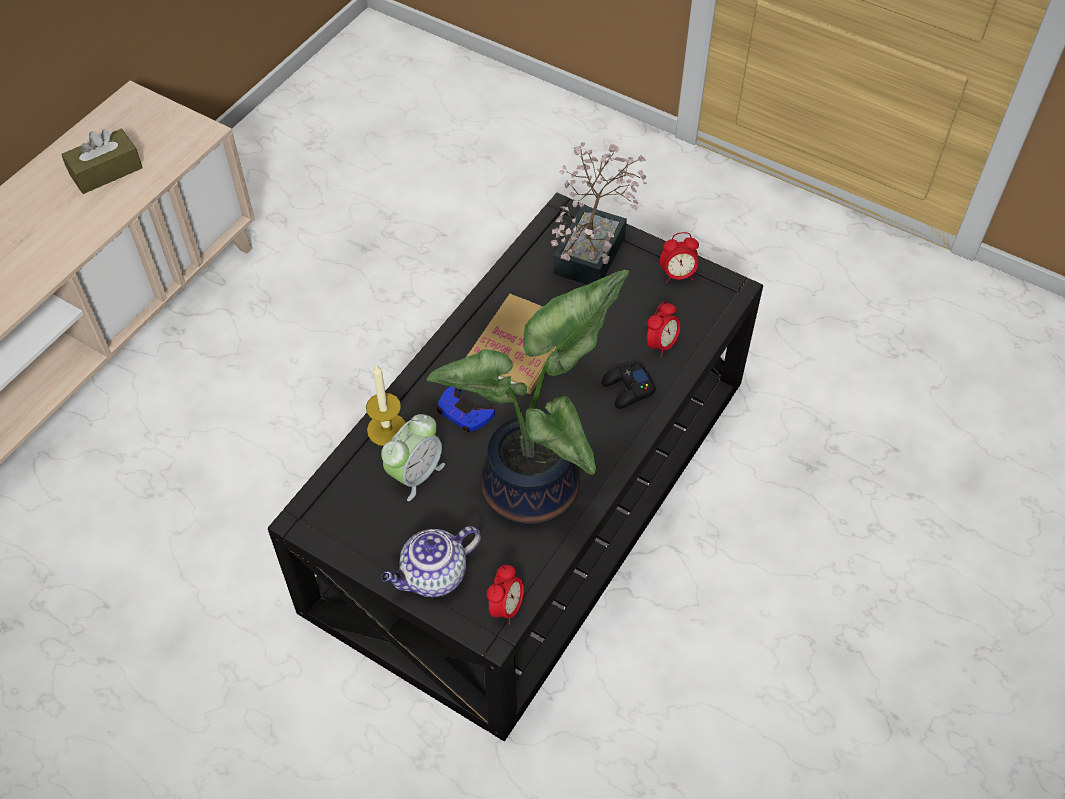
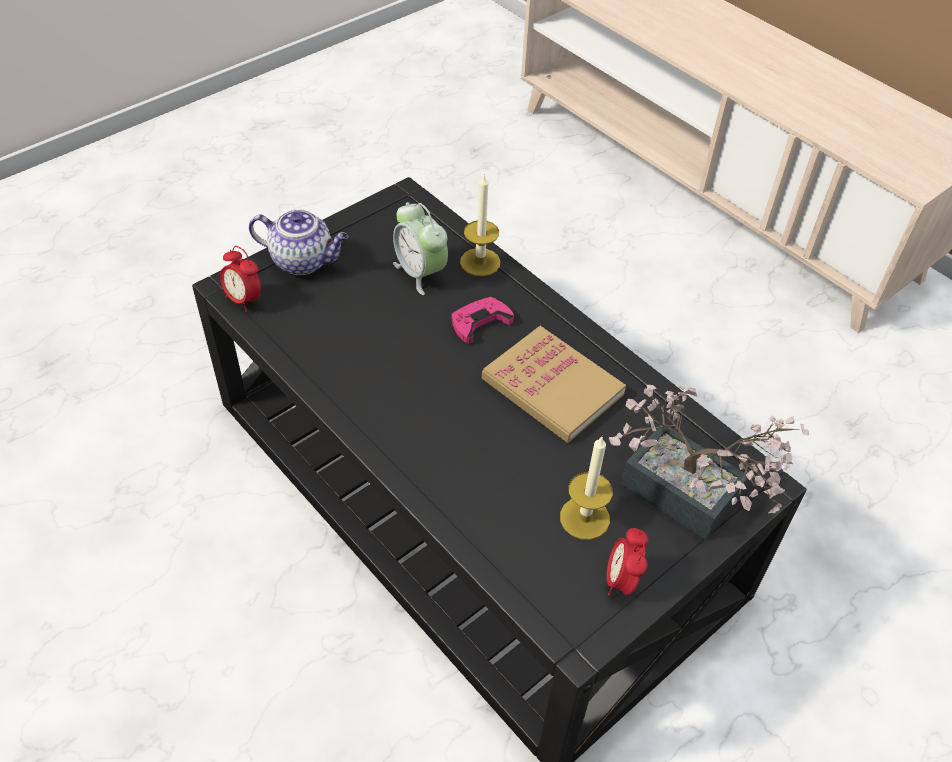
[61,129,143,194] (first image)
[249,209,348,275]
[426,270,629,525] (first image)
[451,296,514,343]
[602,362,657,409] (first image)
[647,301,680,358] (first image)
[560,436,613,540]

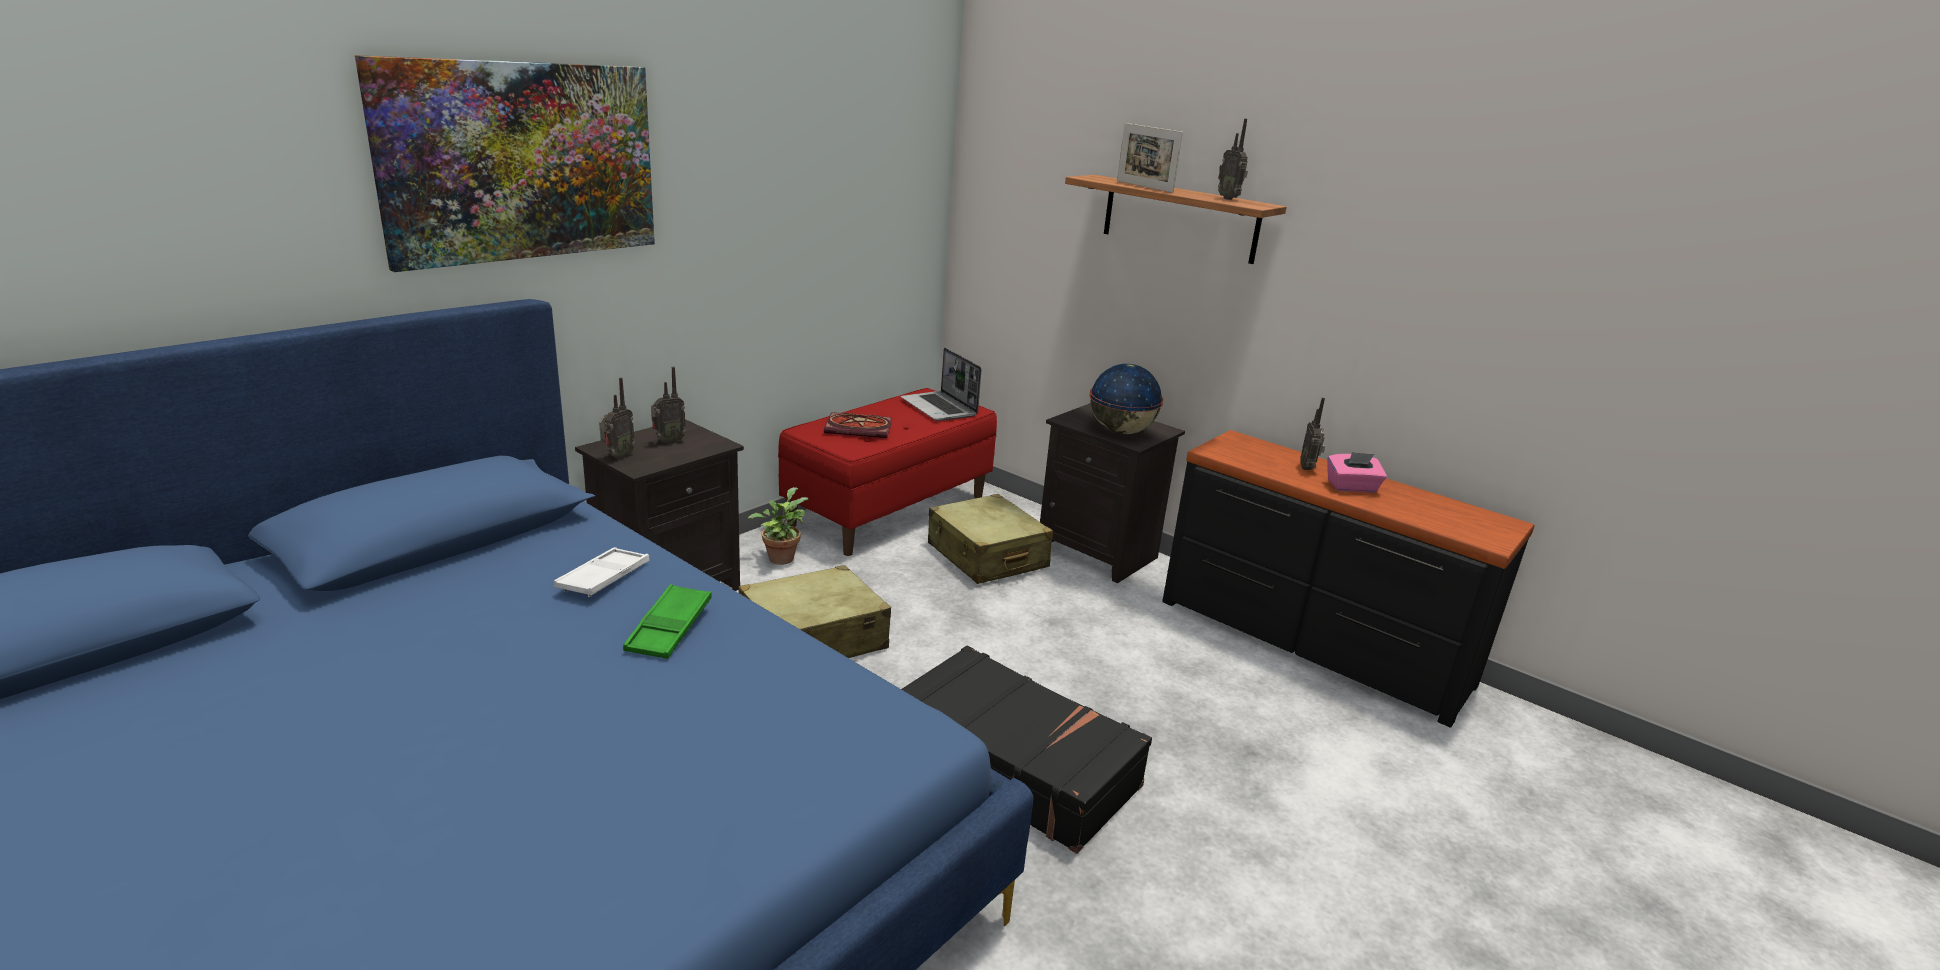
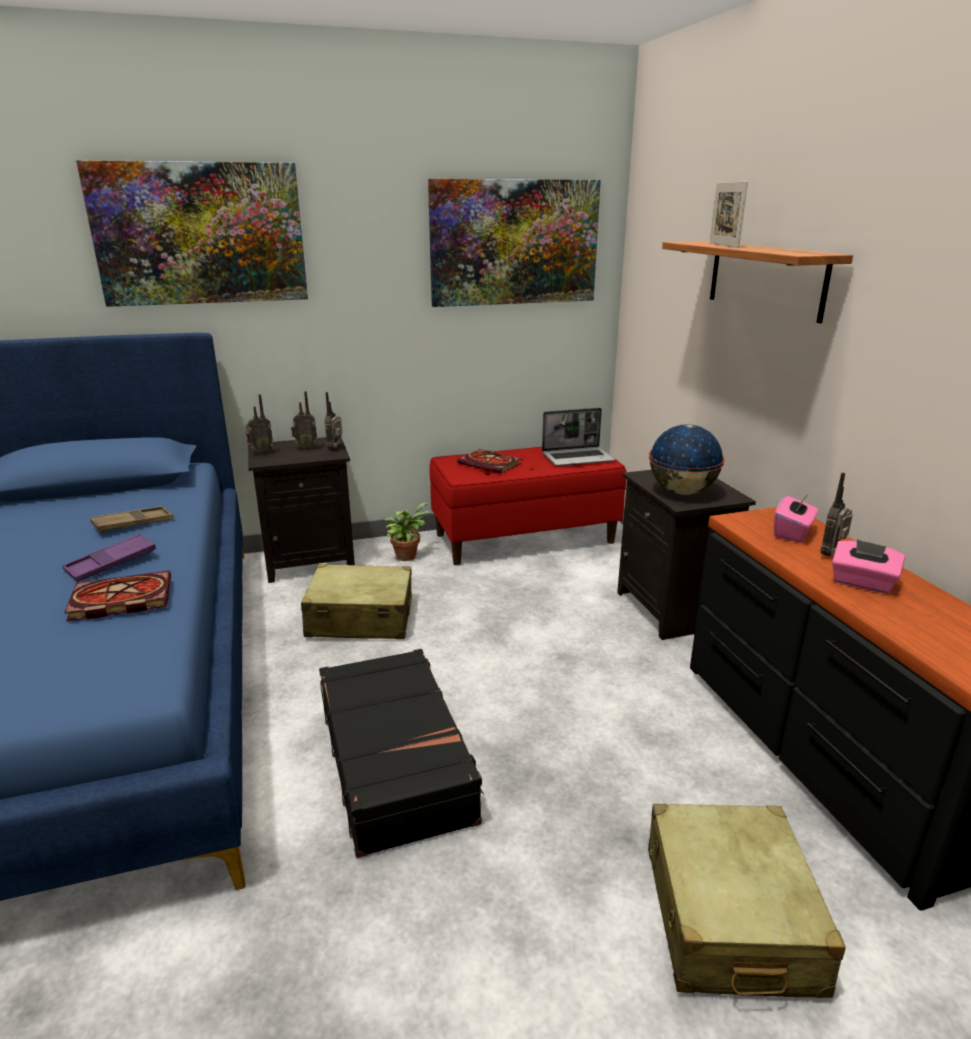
[90,506,174,533]
[62,534,156,582]
[542,408,615,466]
[648,804,846,998]
[325,392,342,450]
[64,570,171,622]
[428,179,601,307]
[774,493,818,543]

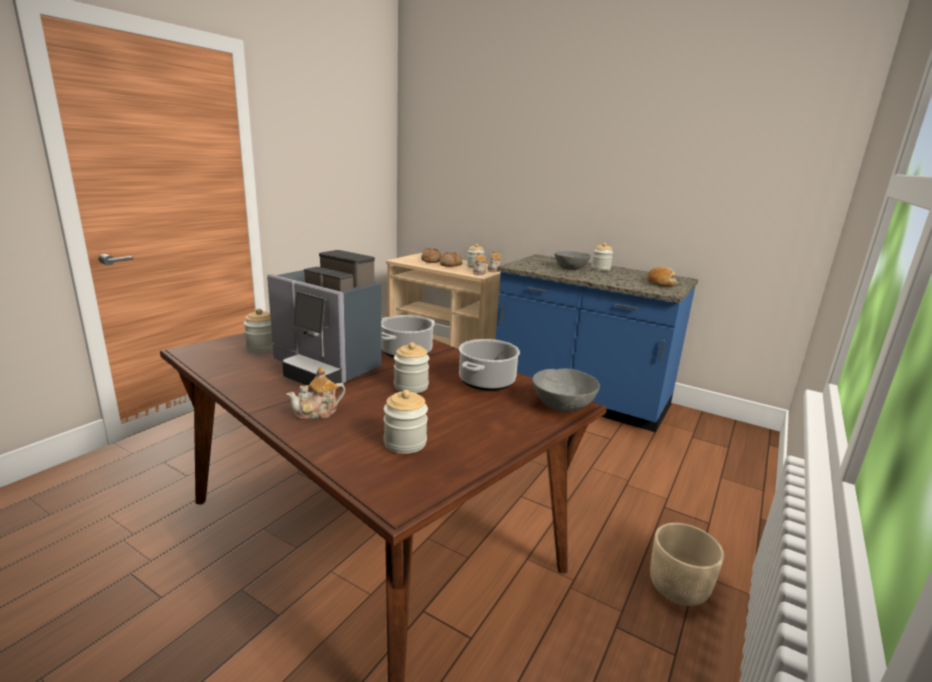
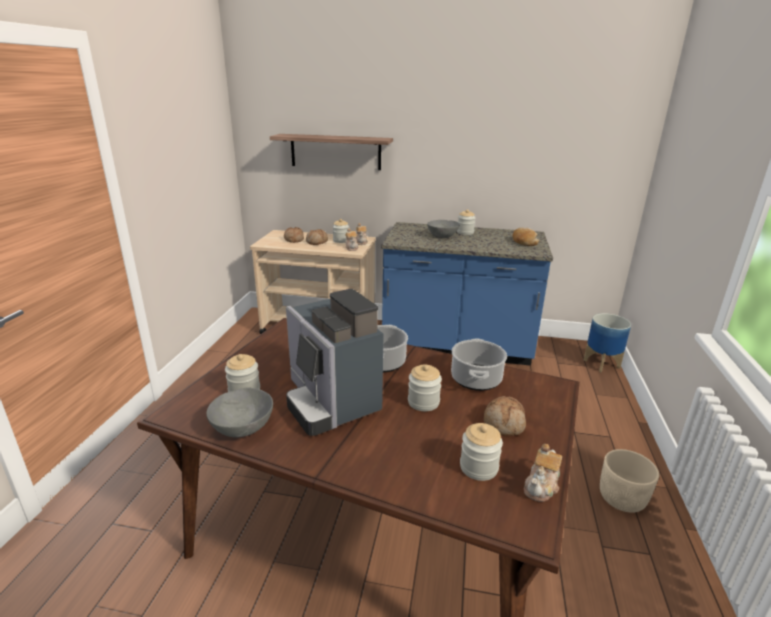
[286,289,384,436]
[524,444,562,502]
[206,388,273,437]
[270,134,393,170]
[484,396,526,437]
[583,313,631,373]

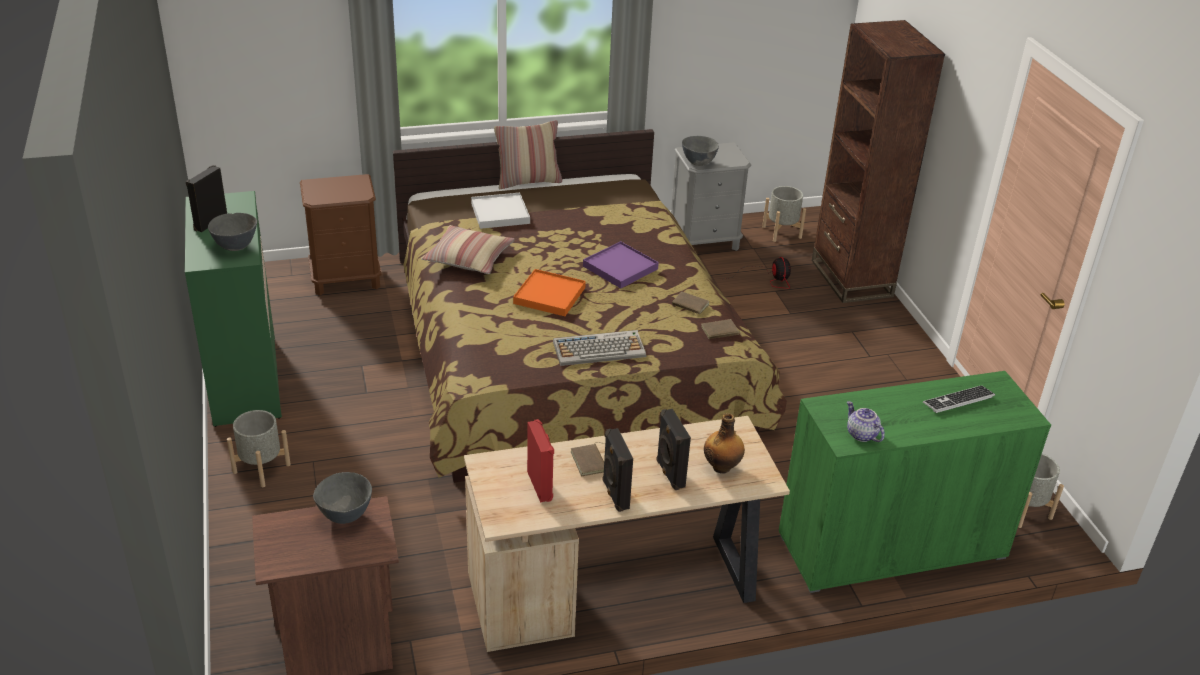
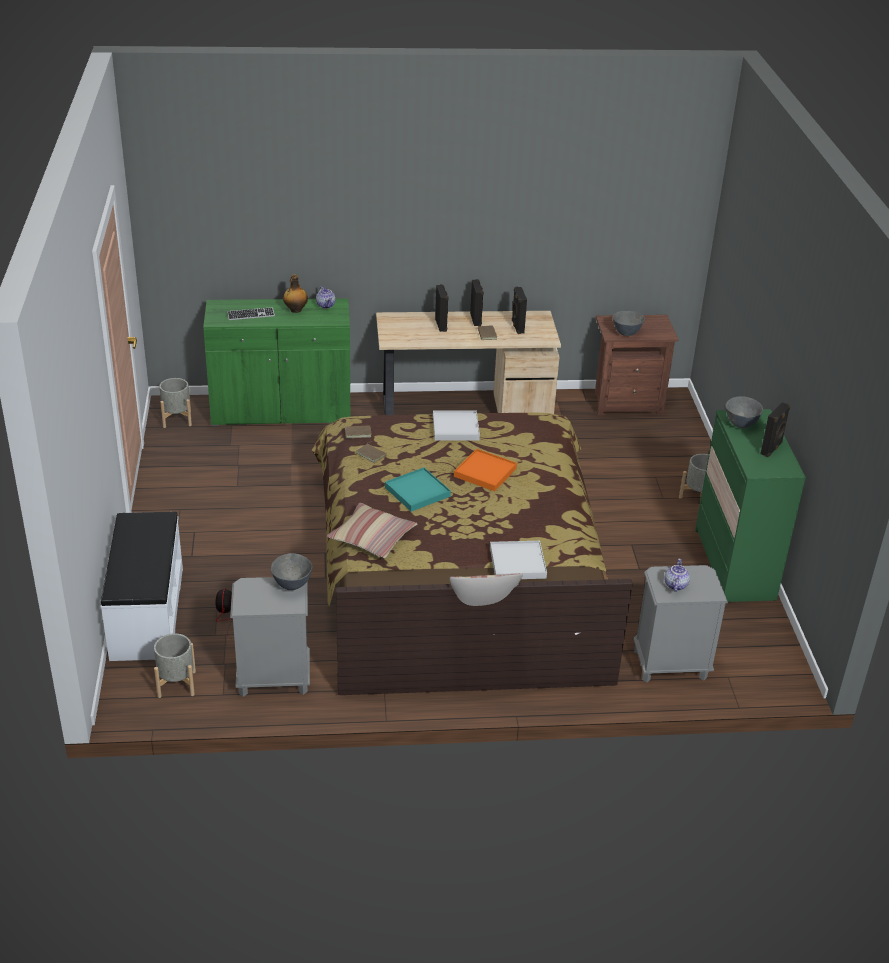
[633,565,728,682]
[327,503,417,558]
[512,287,527,334]
[433,410,480,441]
[385,467,451,512]
[283,274,308,313]
[101,512,183,661]
[664,559,690,592]

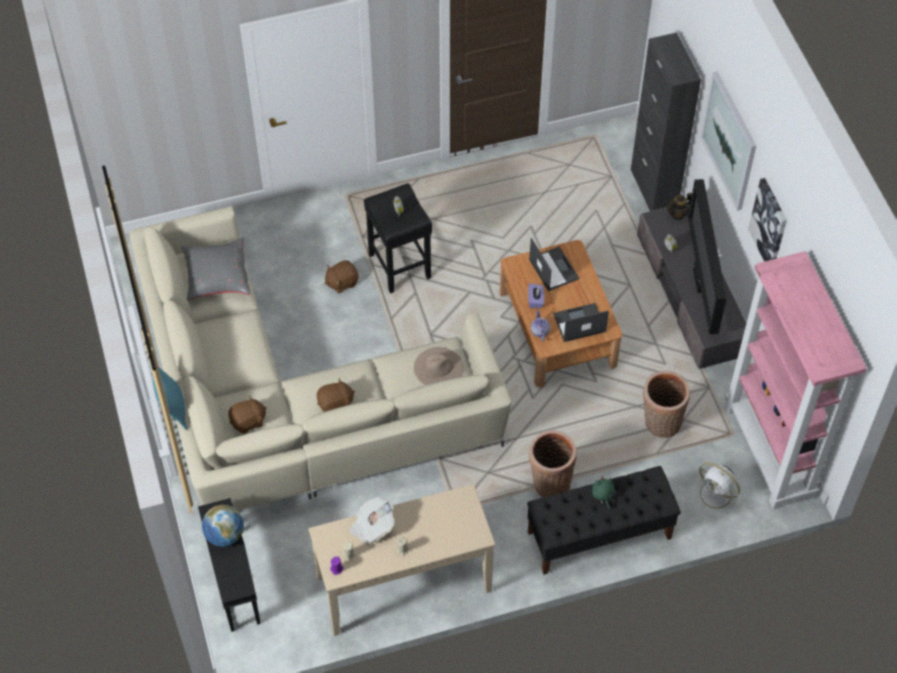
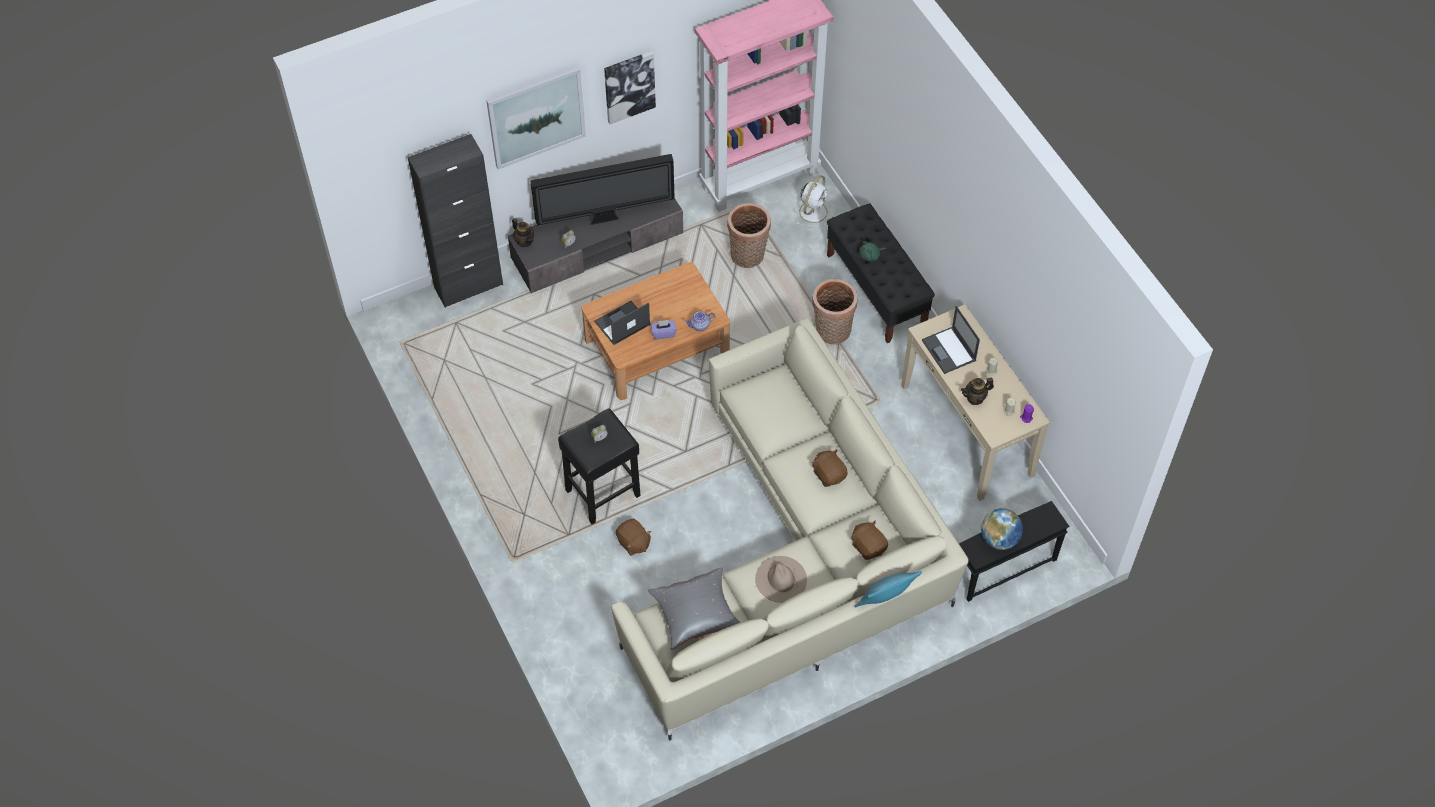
[961,378,994,405]
[755,556,807,603]
[922,306,980,374]

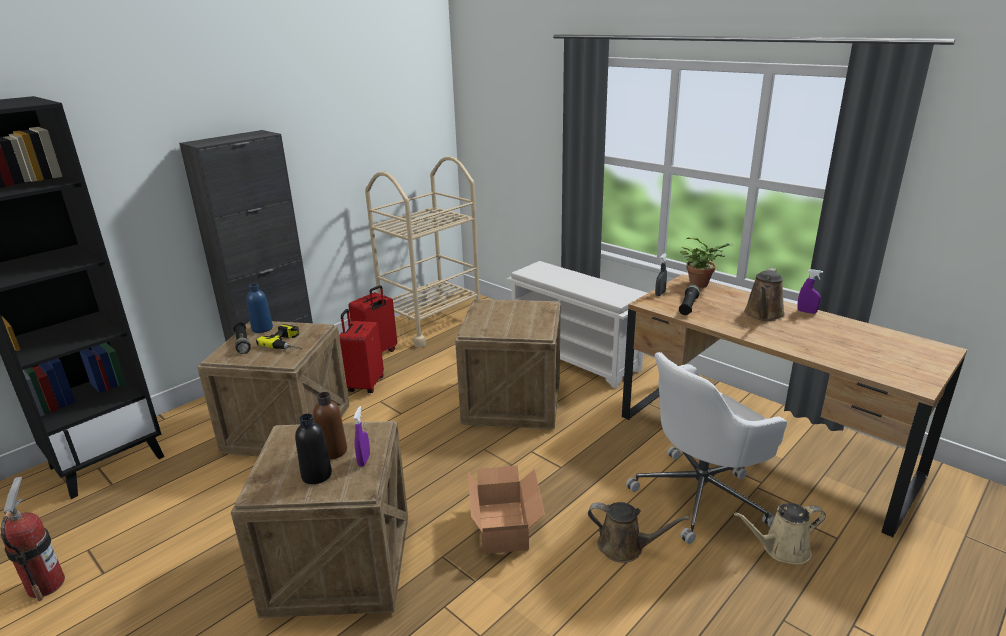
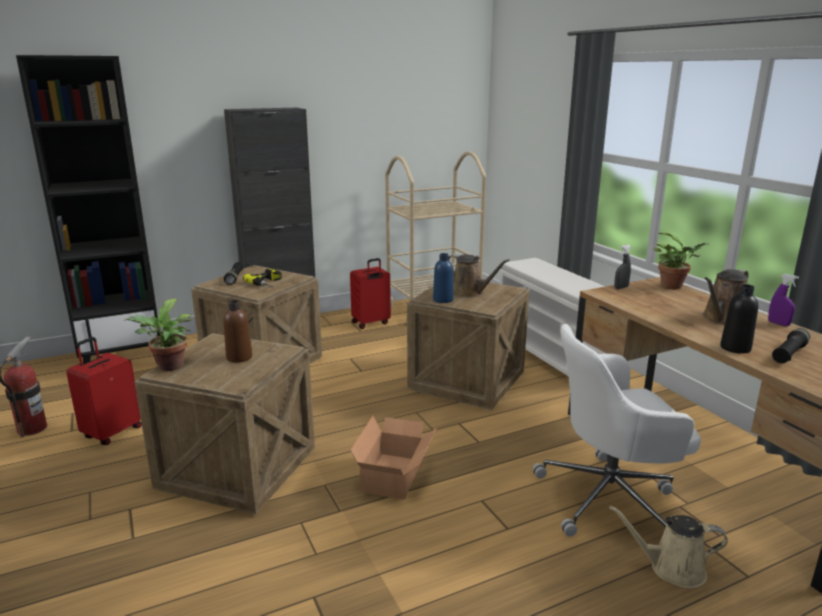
[433,253,454,303]
[720,284,758,354]
[66,337,142,445]
[353,406,370,467] (first image)
[448,254,510,298]
[772,328,810,363]
[125,298,192,371]

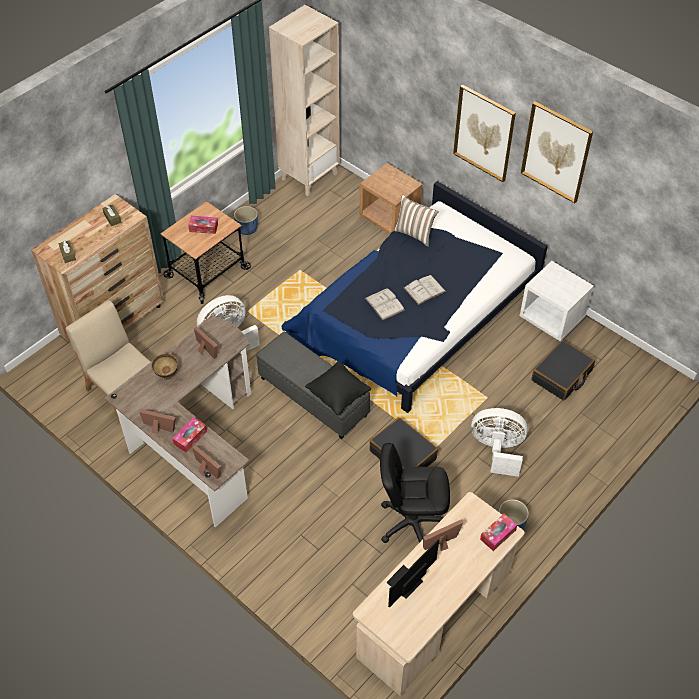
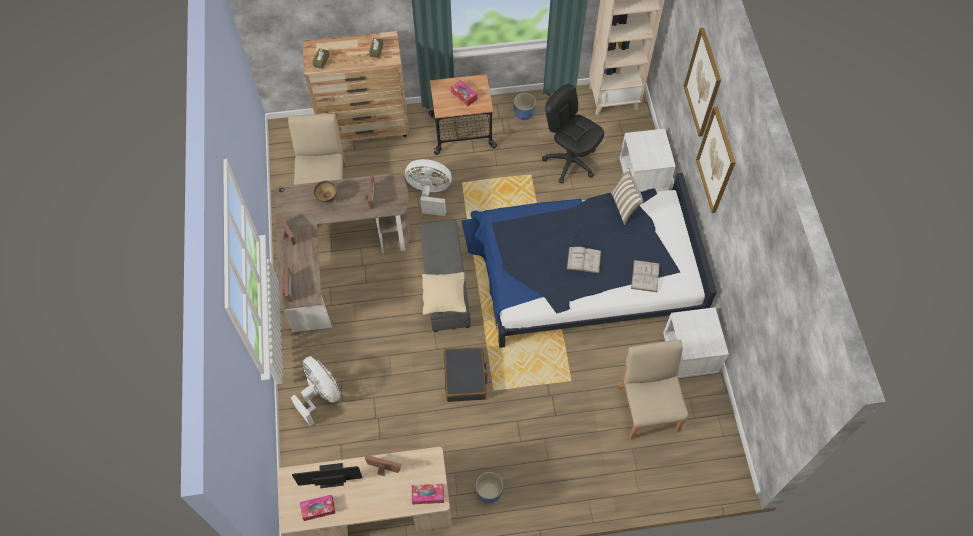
[300,495,336,521]
[422,272,466,315]
[620,129,676,192]
[631,260,660,292]
[542,84,604,183]
[290,356,340,426]
[684,28,721,137]
[617,340,688,440]

